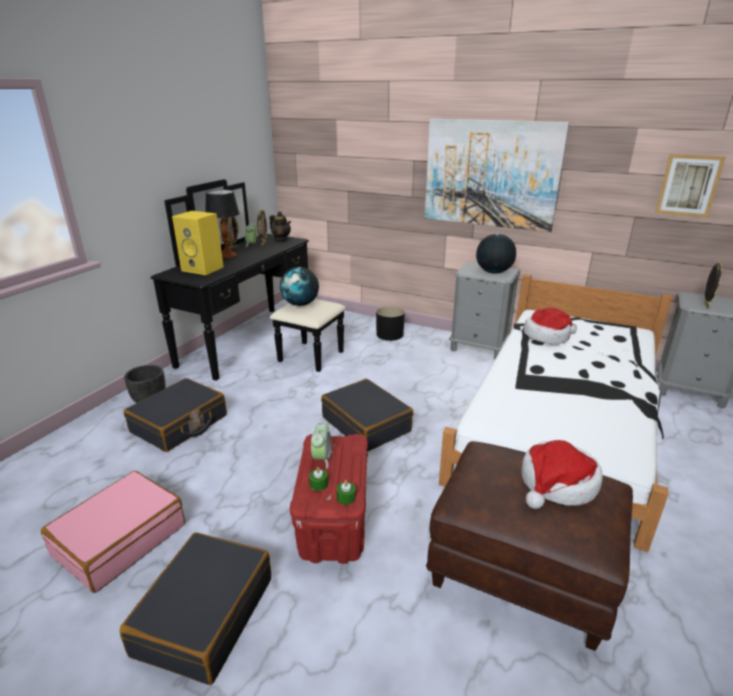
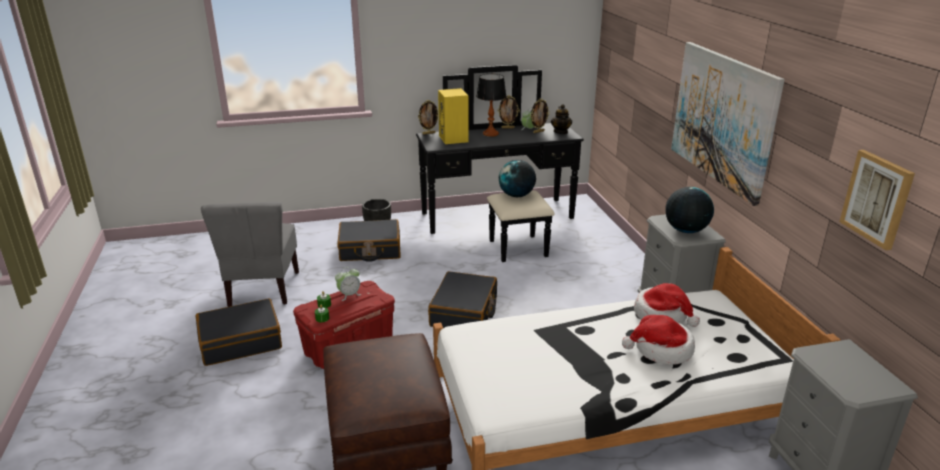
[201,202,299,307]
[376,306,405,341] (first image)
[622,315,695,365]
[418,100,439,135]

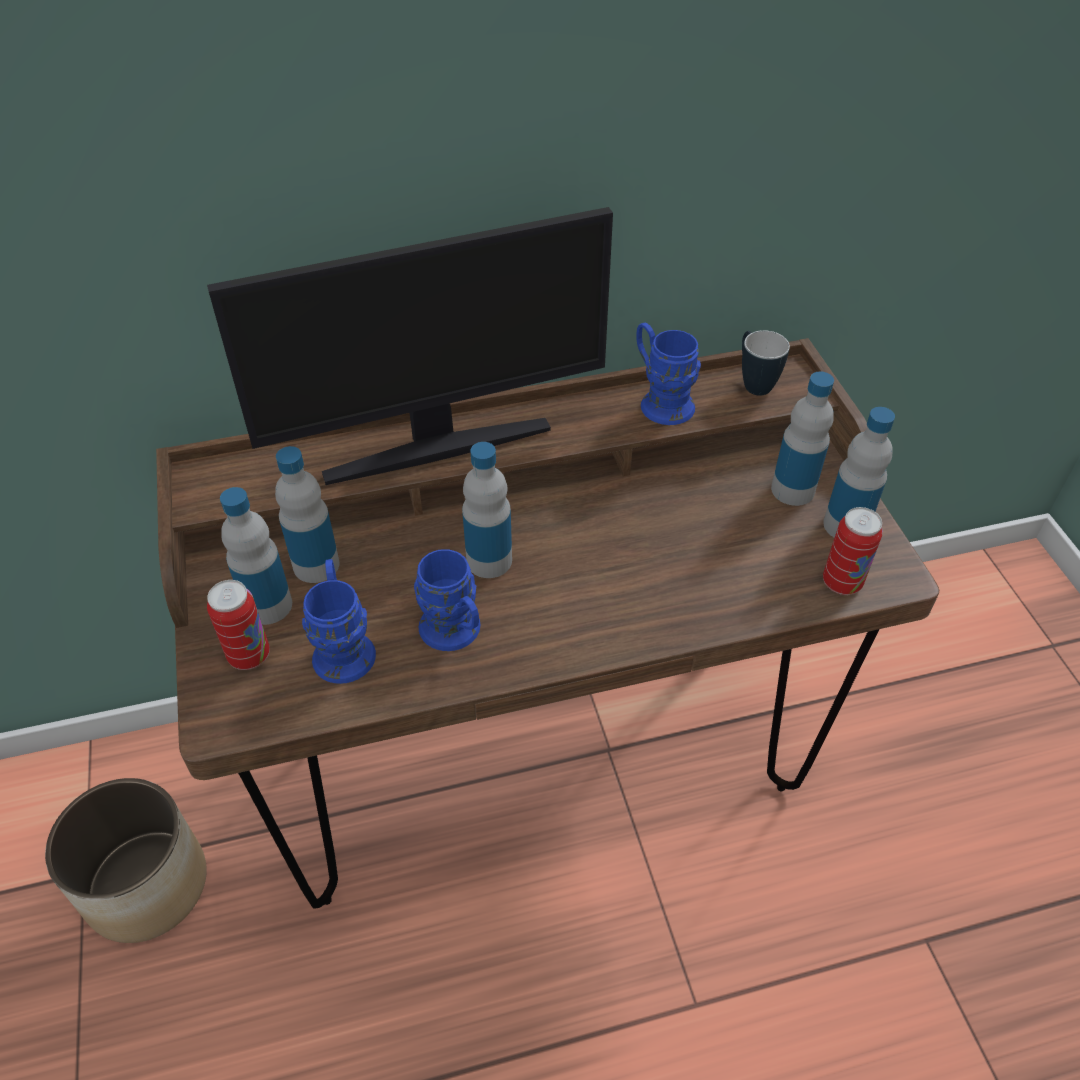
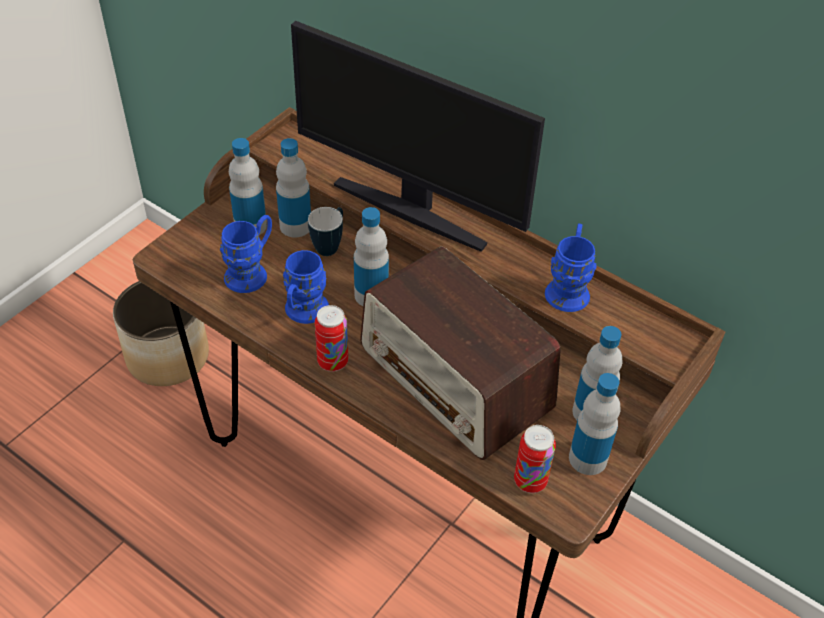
[315,305,348,372]
[308,207,343,256]
[360,246,560,460]

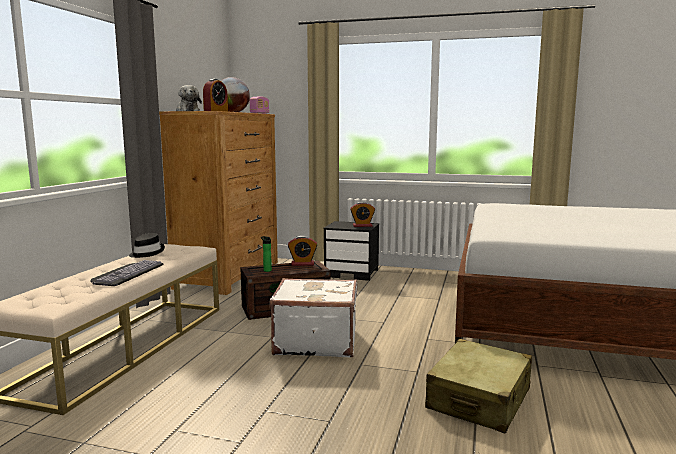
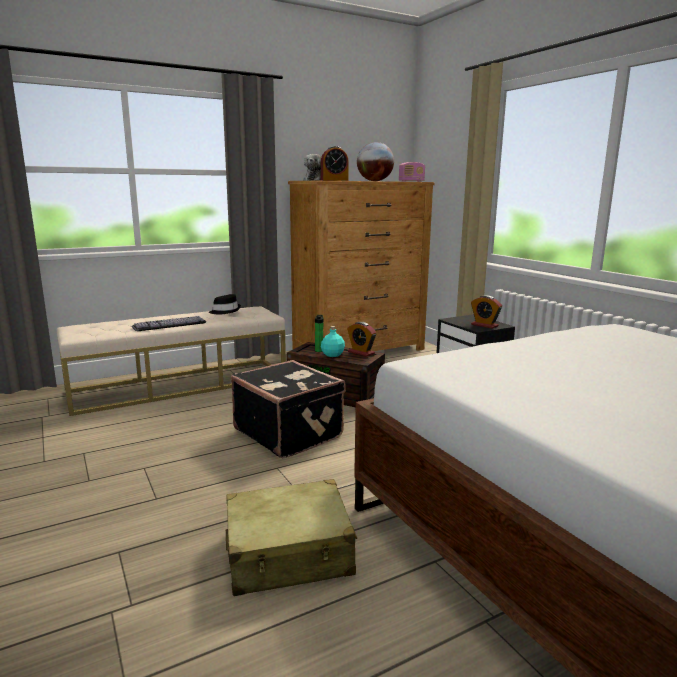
[231,360,346,458]
[321,326,345,357]

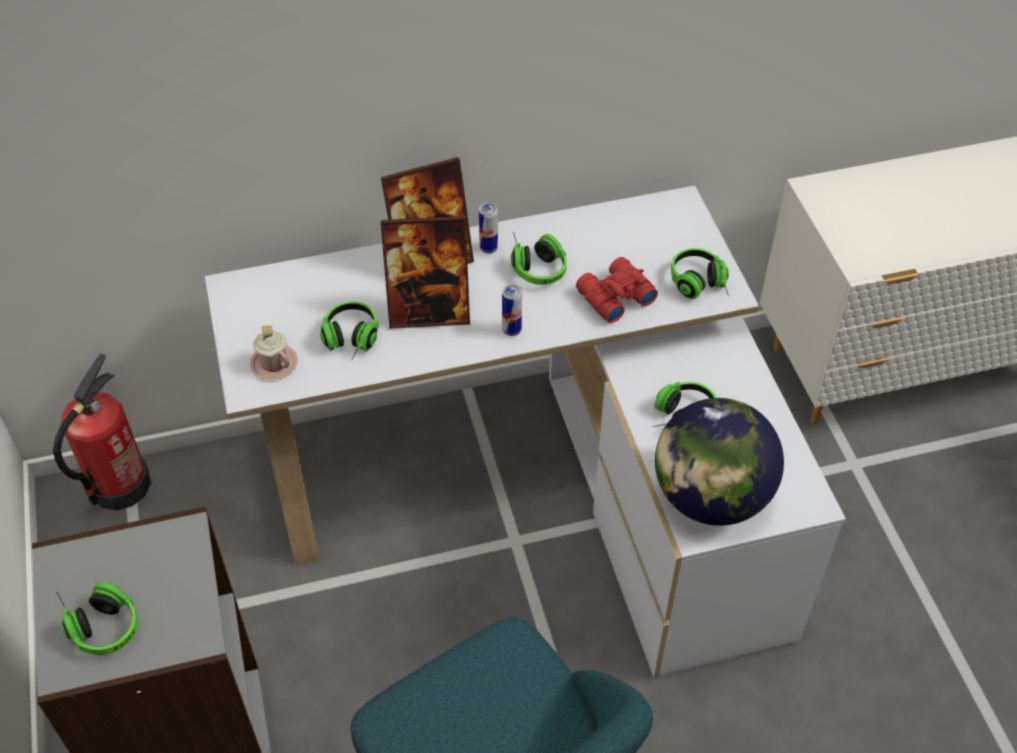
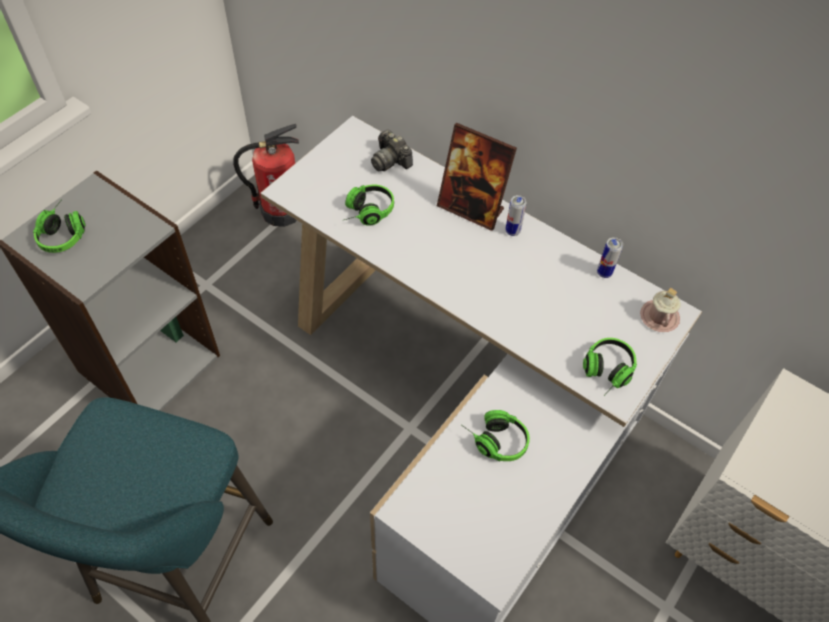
[640,288,681,332]
[381,216,470,329] (first image)
[597,237,623,278]
[511,232,567,285] (first image)
[576,257,658,323] (first image)
[655,398,784,526] (first image)
[371,129,413,171]

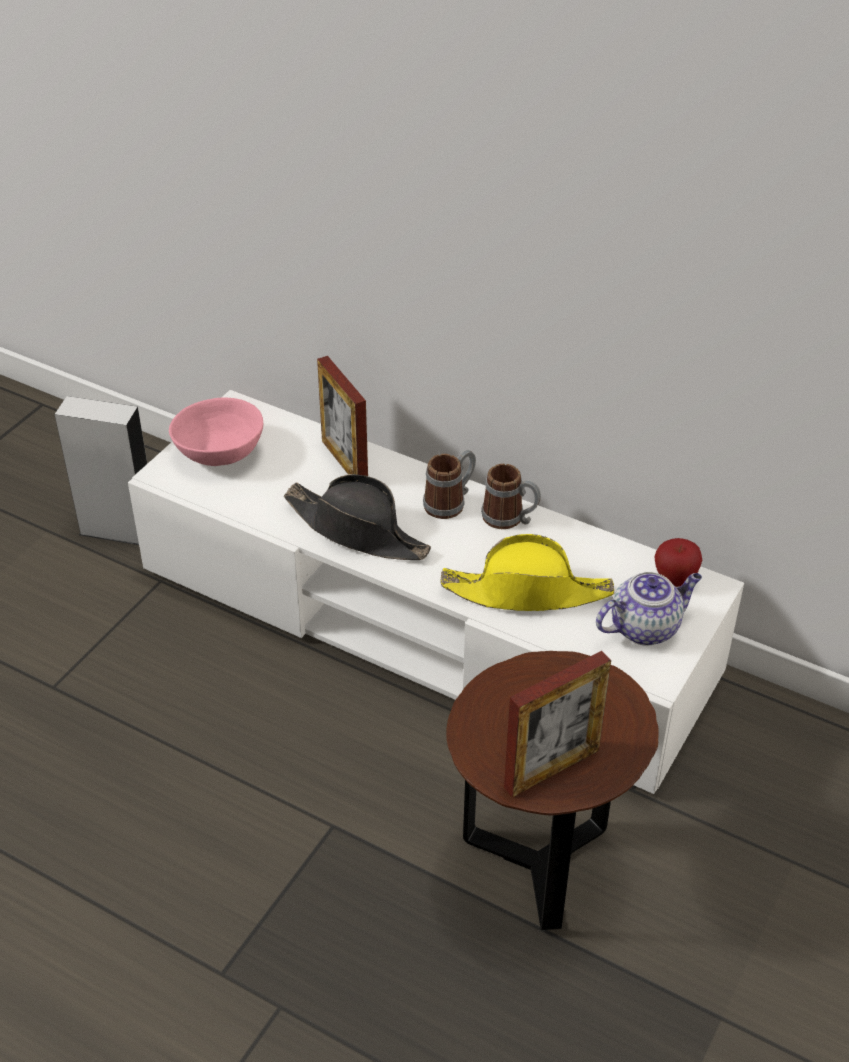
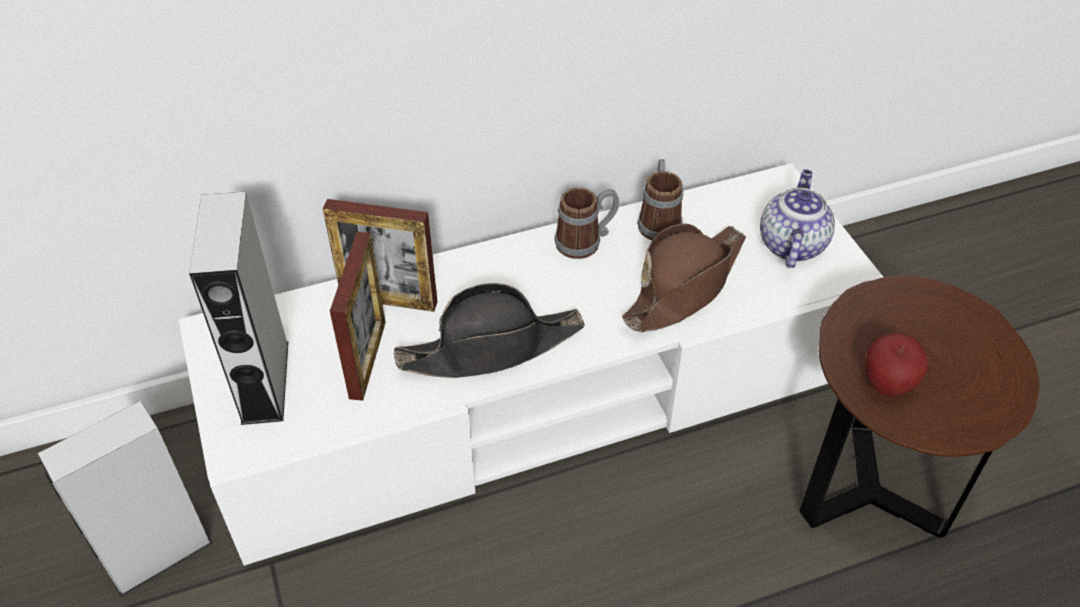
[189,192,288,425]
[637,159,683,240]
[622,224,746,332]
[330,232,386,401]
[866,333,928,397]

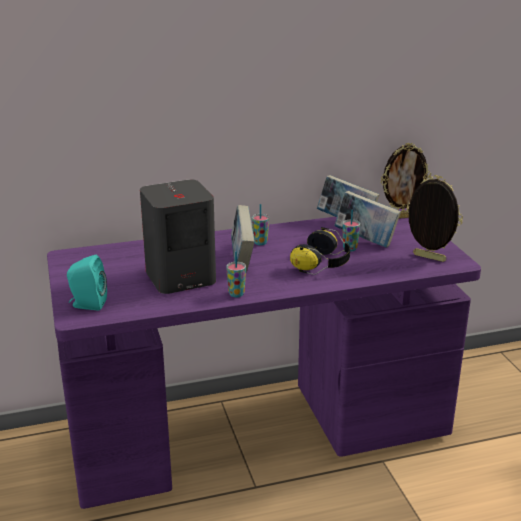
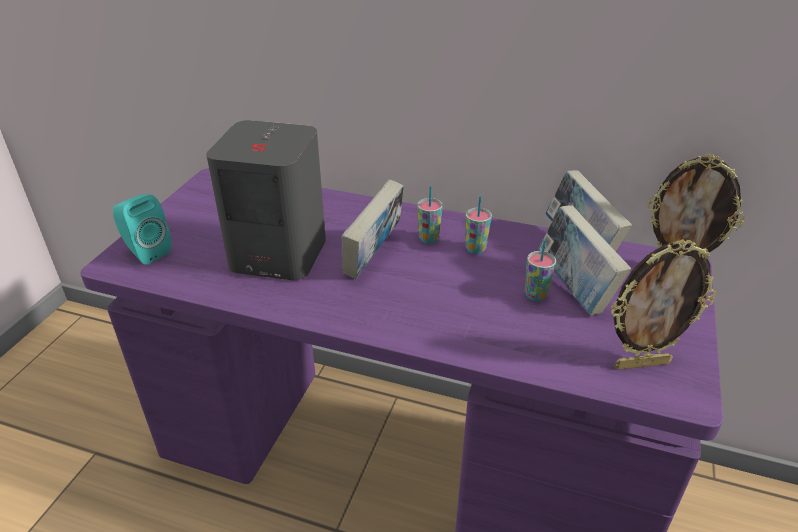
[465,196,492,254]
[290,227,350,275] (first image)
[611,239,716,370]

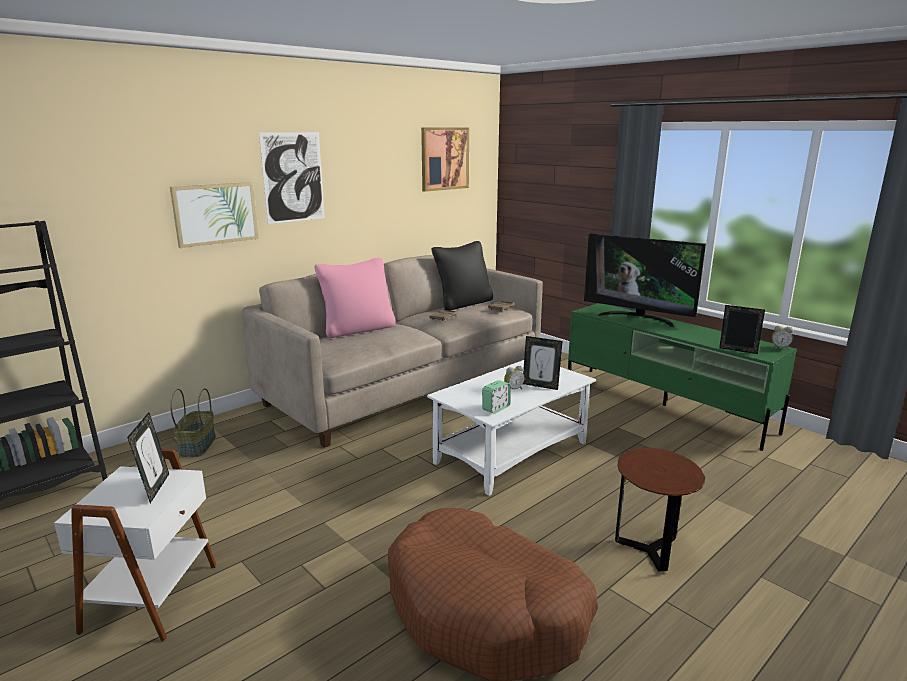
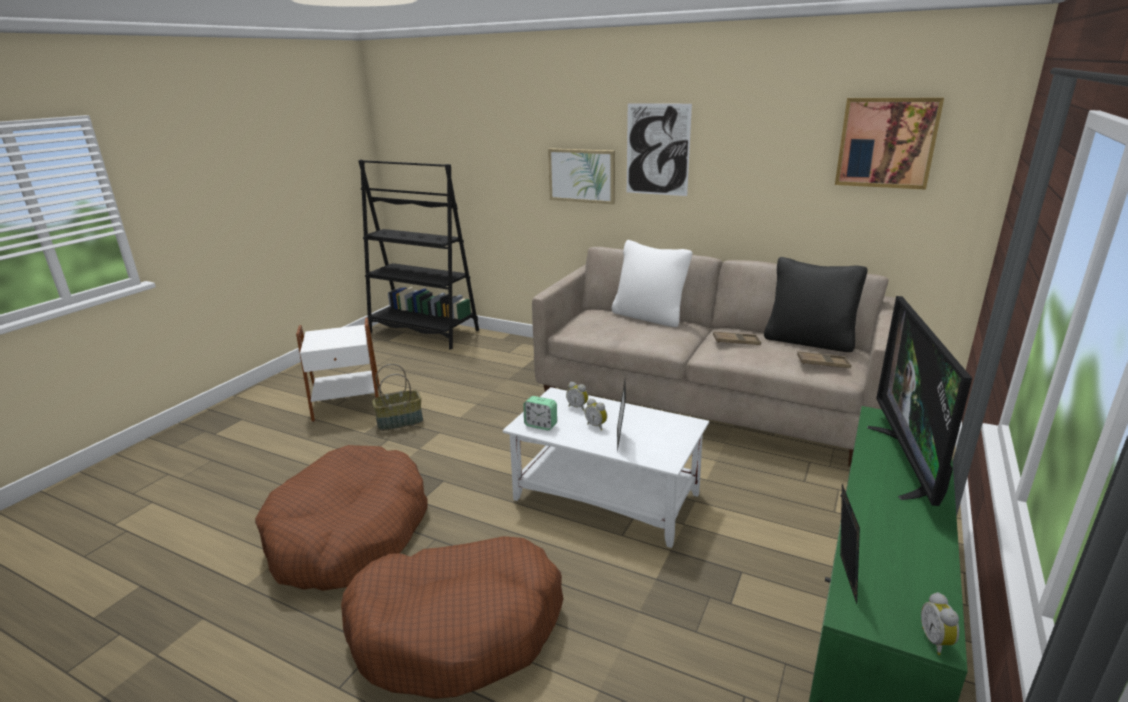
[127,412,169,503] (first image)
[372,364,423,431]
[612,240,693,327]
[341,536,563,699]
[566,382,588,411]

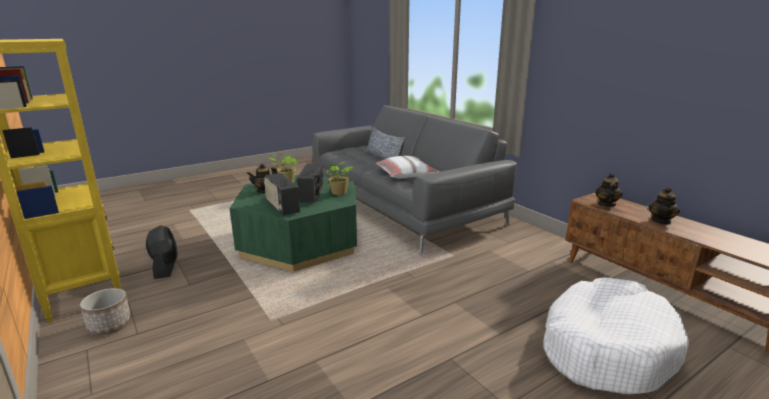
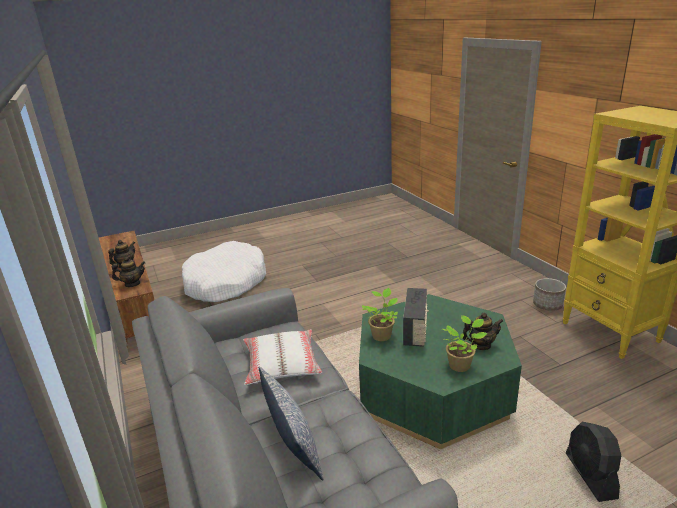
[566,422,621,502]
[264,173,300,216] (first image)
[112,257,145,287]

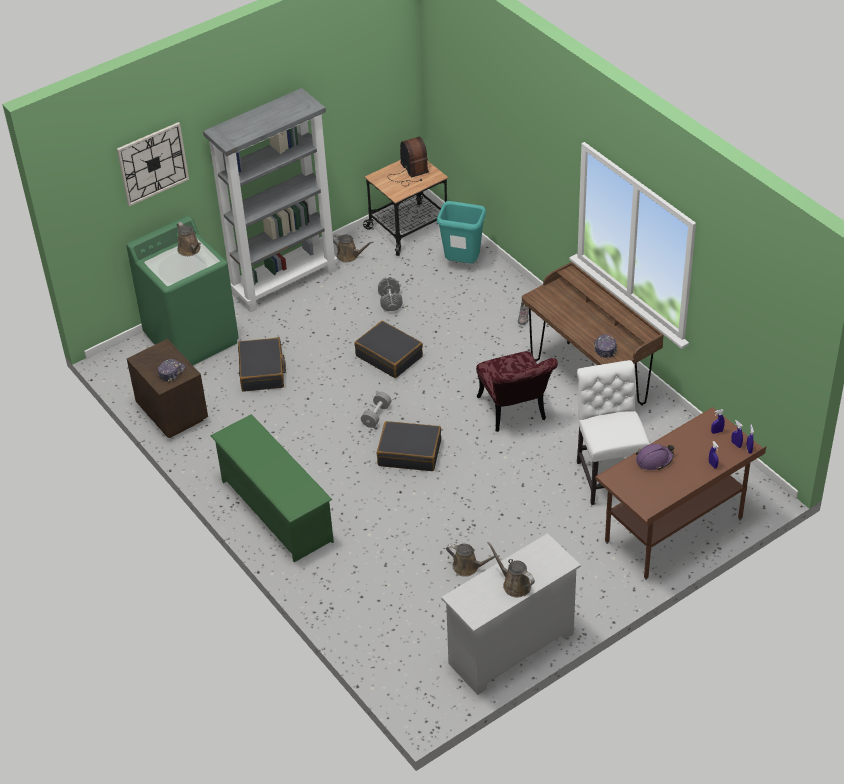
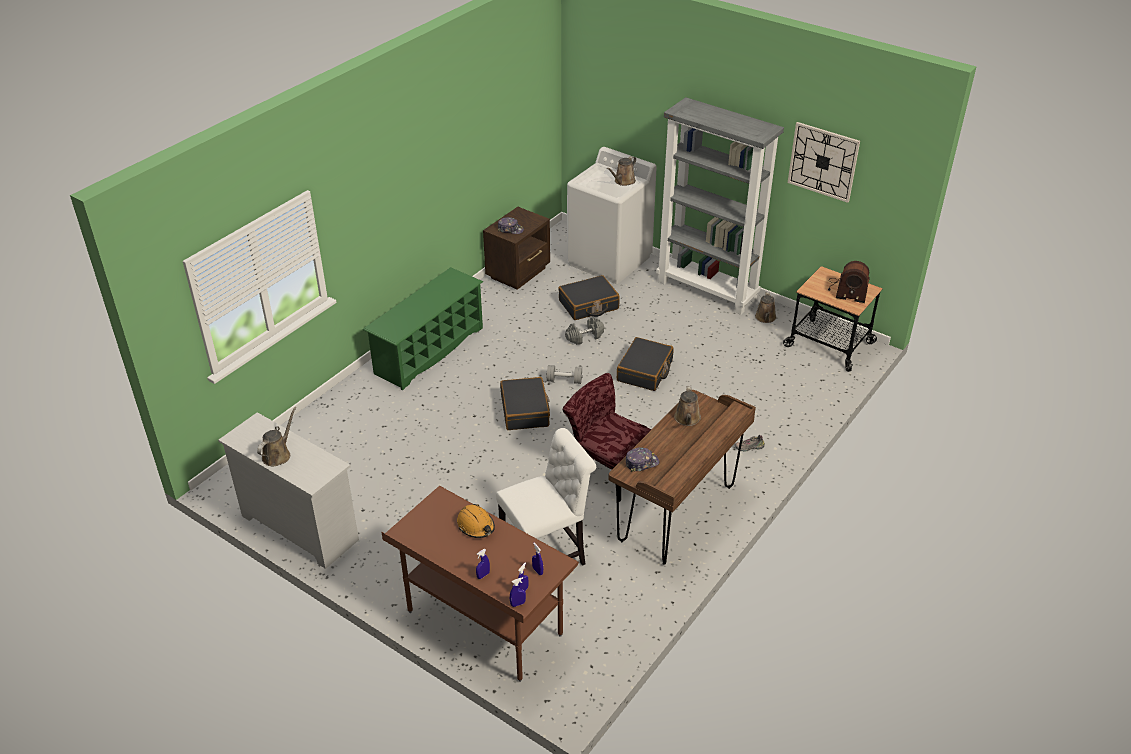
[788,122,860,203]
[567,147,657,284]
[565,317,604,345]
[828,261,870,303]
[437,201,486,263] (first image)
[674,385,701,426]
[563,373,651,502]
[457,504,495,538]

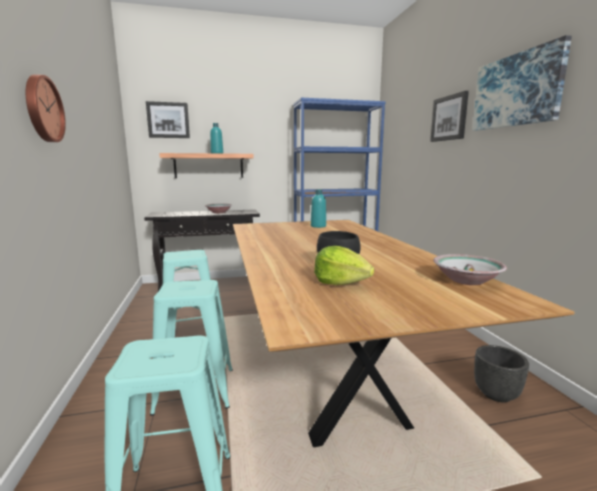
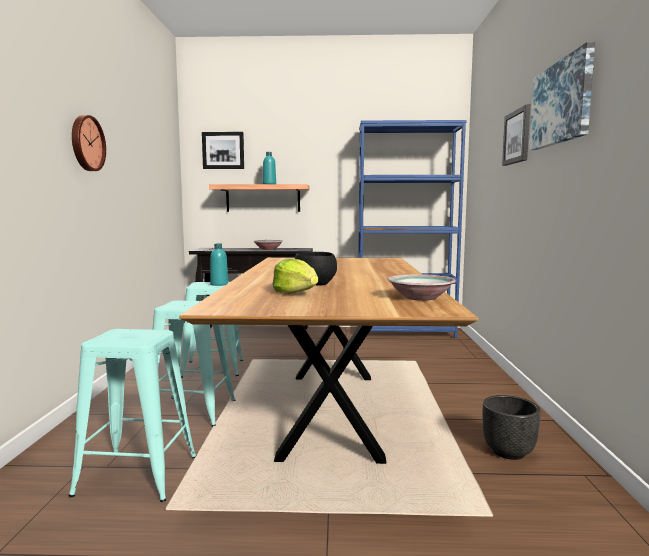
[210,243,228,286]

